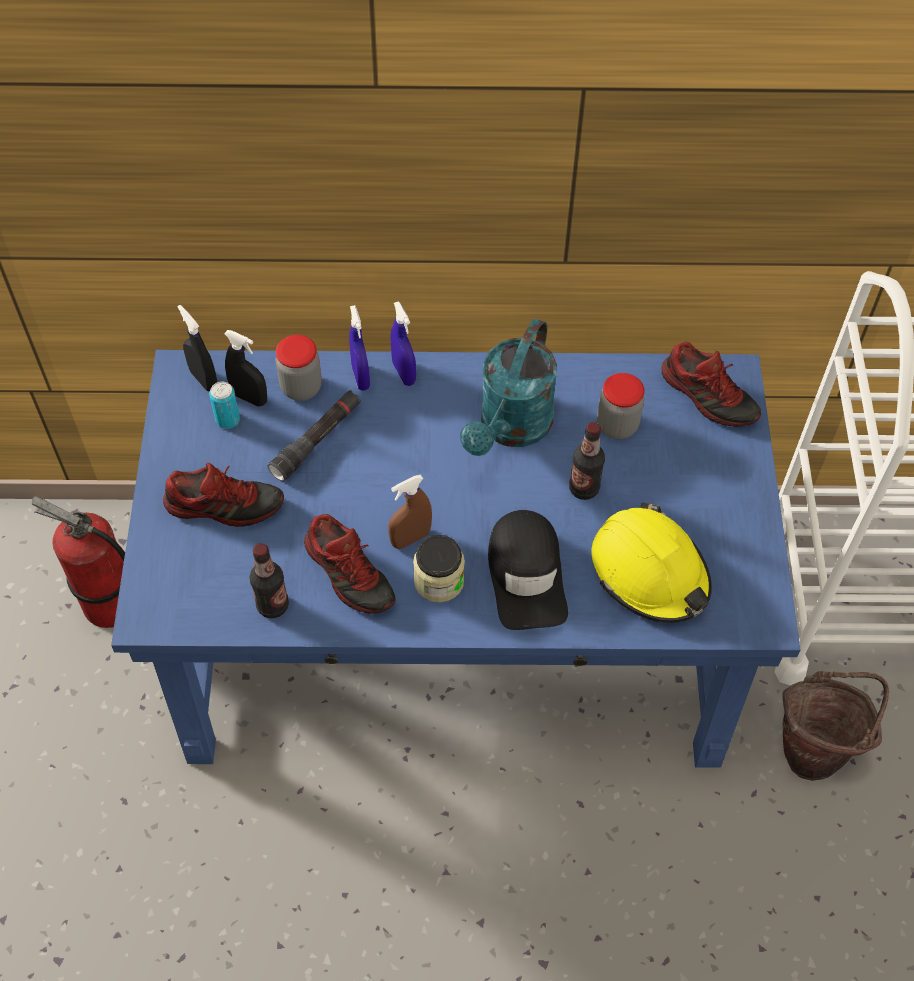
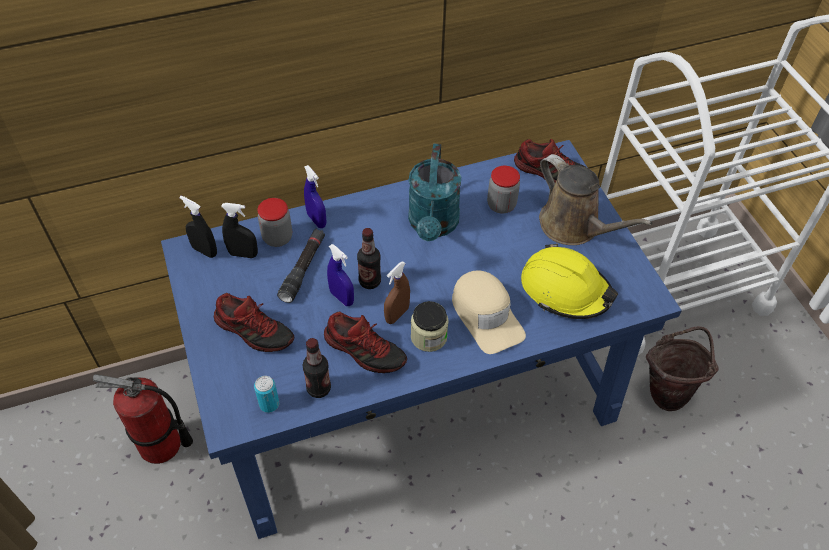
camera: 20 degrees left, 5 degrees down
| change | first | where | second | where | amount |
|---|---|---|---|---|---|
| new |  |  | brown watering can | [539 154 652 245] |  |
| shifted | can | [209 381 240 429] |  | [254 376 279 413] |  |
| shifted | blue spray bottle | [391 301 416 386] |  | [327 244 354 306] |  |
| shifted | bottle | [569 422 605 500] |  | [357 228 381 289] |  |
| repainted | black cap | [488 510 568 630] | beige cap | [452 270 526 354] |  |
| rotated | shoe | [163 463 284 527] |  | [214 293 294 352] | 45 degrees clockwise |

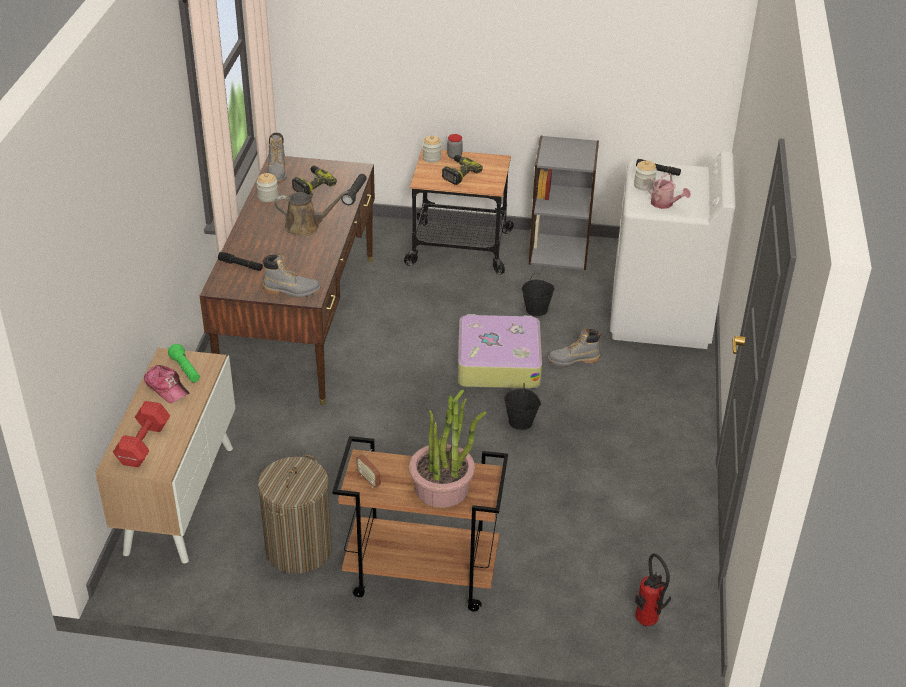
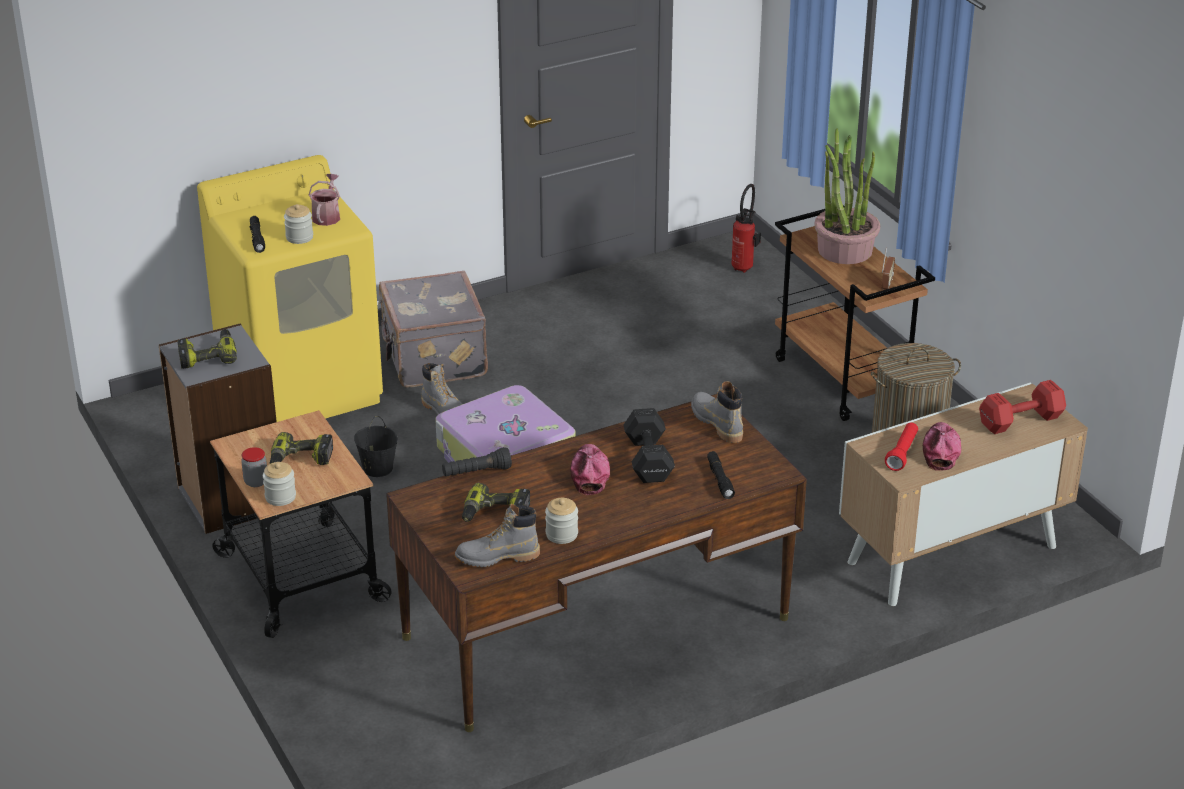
camera: 125 degrees left, 5 degrees down
| change | first | where | second | where | amount |
|---|---|---|---|---|---|
| gone | black bucket | [504 384 541 430] |  |  |  |
| new |  |  | power drill | [177 329 237 369] |  |
| new |  |  | grey suitcase | [378 271 488 387] |  |
| new |  |  | black dumbbell | [623 408 675 483] |  |
| swapped | brown watering can | [274 191 349 236] | cap | [570 444 610 495] |  |
| repainted | green flashlight | [168 344 200 382] | red flashlight | [885 423 918 471] |  |
| repainted | white washing machine | [610 151 736 349] | yellow washing machine | [197 155 383 422] |  |
| rotated | grey boot | [267 133 286 183] |  | [455 504 540 567] | 150 degrees counterclockwise |

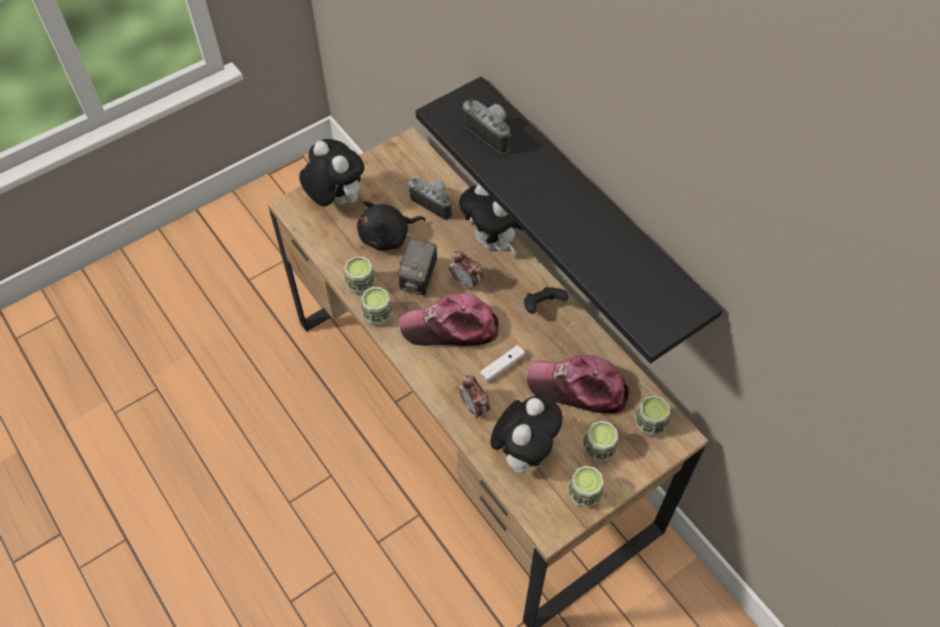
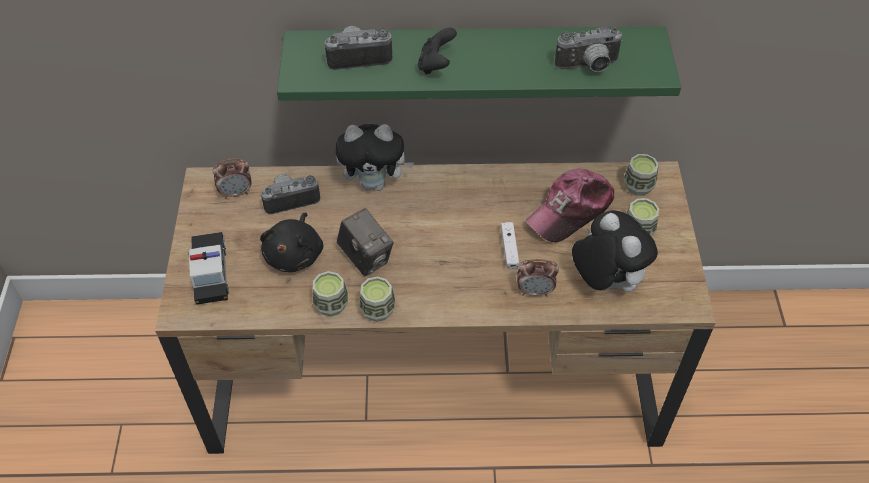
camera: 55 degrees left, 5 degrees down
| change | first | where | second | where | amount |
|---|---|---|---|---|---|
| gone | cap | [399 293 499 346] |  |  |  |
| gone | cup | [568 466 604 507] |  |  |  |
| new |  |  | photo camera | [555 27 623 72] |  |
| shifted | alarm clock | [449 251 483 291] |  | [213 158 251 199] |  |
| shifted | black game controller | [524 287 569 314] |  | [418 28 457 74] |  |
| swapped | plush toy | [299 139 364 206] | toy car | [188 232 229 305] |  |
| repainted | black shelf | [416 76 723 364] | green shelf | [277 26 681 101] |  |

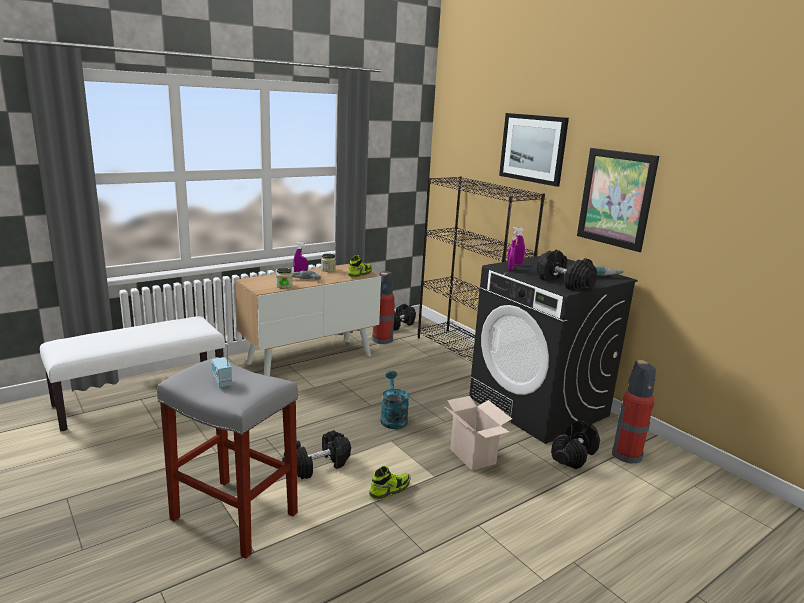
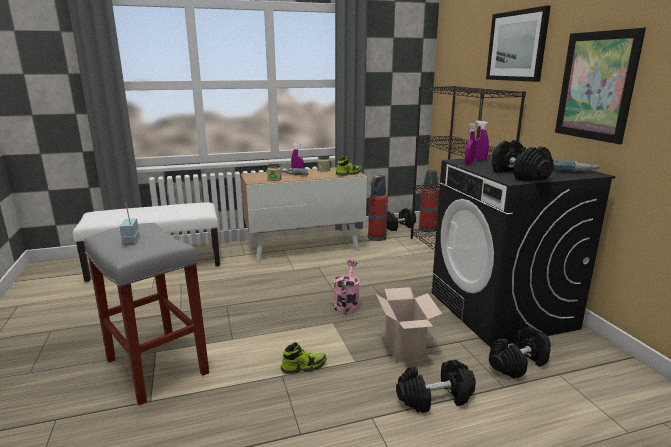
camera: 20 degrees right, 0 degrees up
| change | first | where | second | where | amount |
|---|---|---|---|---|---|
| shifted | black dumbbell | [282 430 351 479] |  | [396 360 476 413] |  |
| shifted | fire extinguisher | [612 360 656 464] |  | [419 168 440 232] |  |
| repainted | turquoise watering can | [380 371 409 429] | pink watering can | [333 259 360 313] |  |

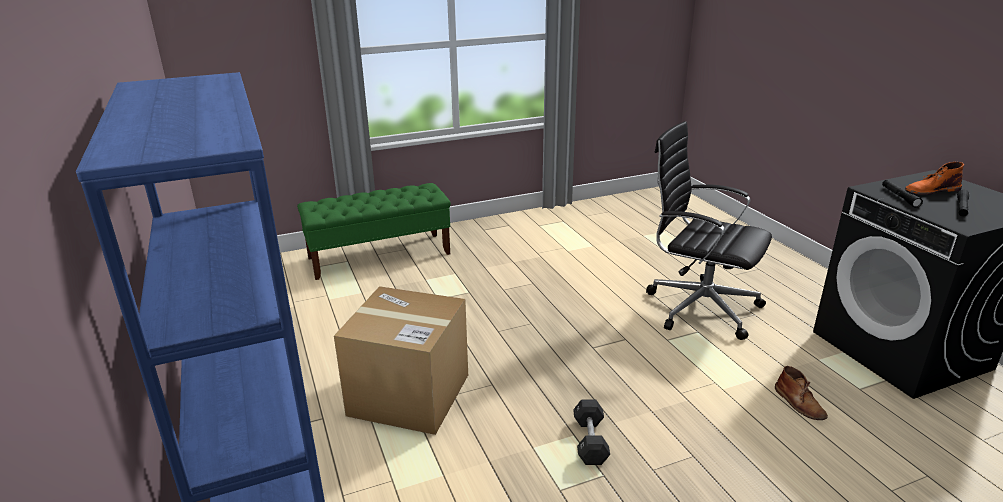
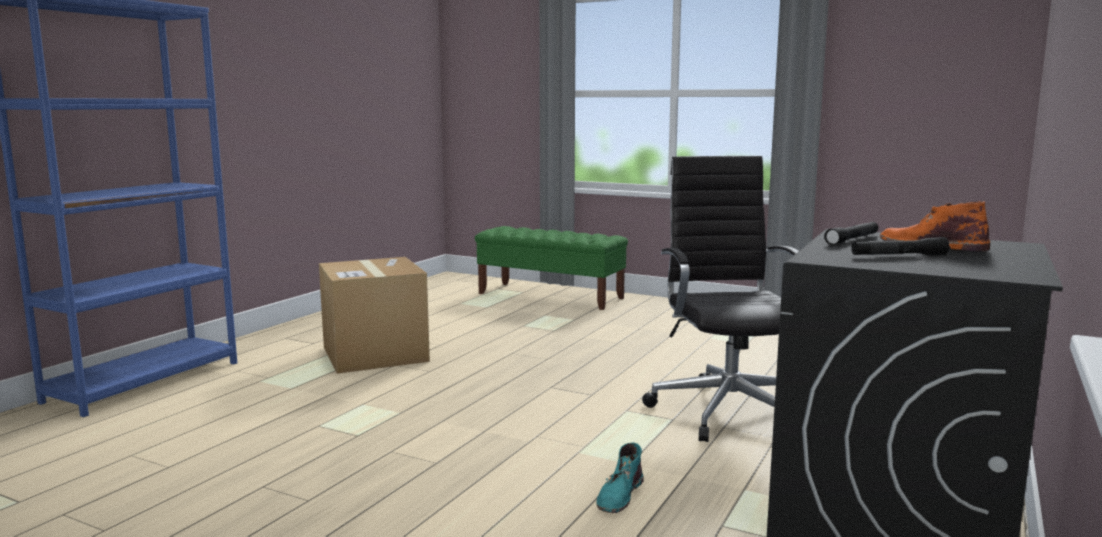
camera: 50 degrees right, 15 degrees down
| change | first | where | second | where | amount |
|---|---|---|---|---|---|
| gone | black dumbbell | [573 399 610 465] |  |  |  |
| repainted | brown boot | [775 366 828 420] | turquoise boot | [596 443 644 513] |  |

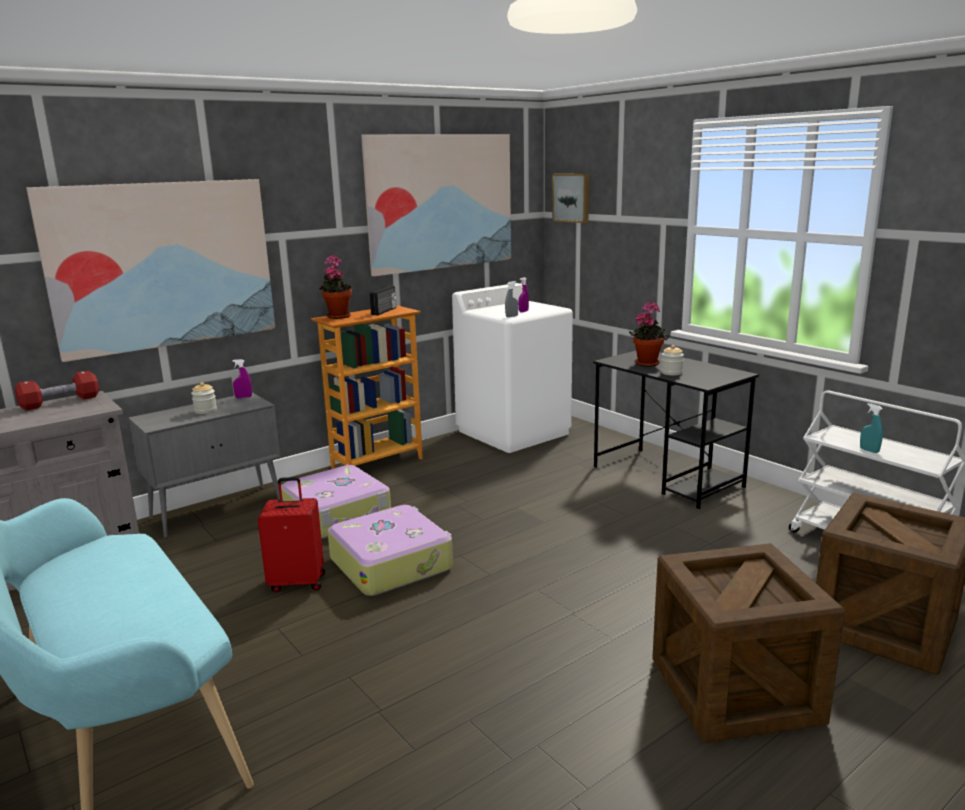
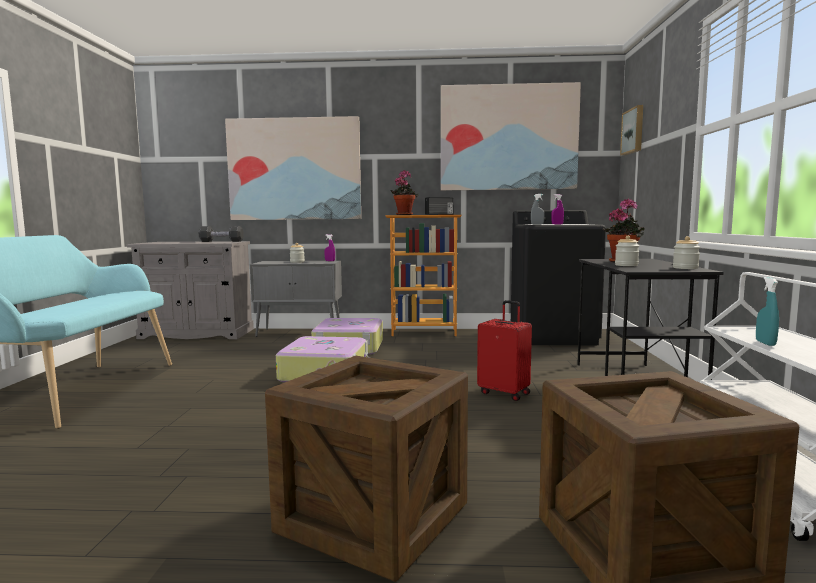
camera: 40 degrees right, 10 degrees down
| change | first | where | second | where | amount |
|---|---|---|---|---|---|
| new |  |  | jar | [673 236 700 269] |  |
| shifted | red suitcase | [258 477 325 592] |  | [477 300 532 401] |  |
| repainted | red dumbbell | [15 370 99 411] | black dumbbell | [199 226 244 242] |  |
| repainted | white washing machine | [452 283 573 453] | black washing machine | [511 210 606 345] |  |

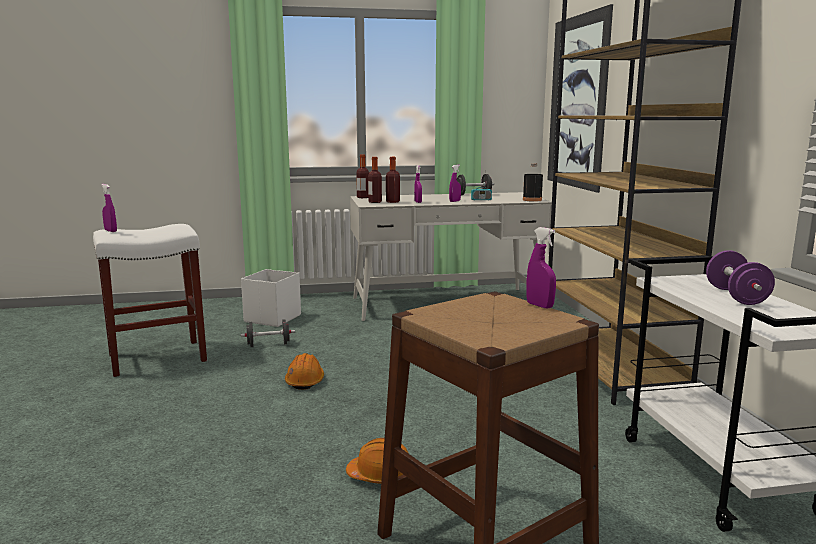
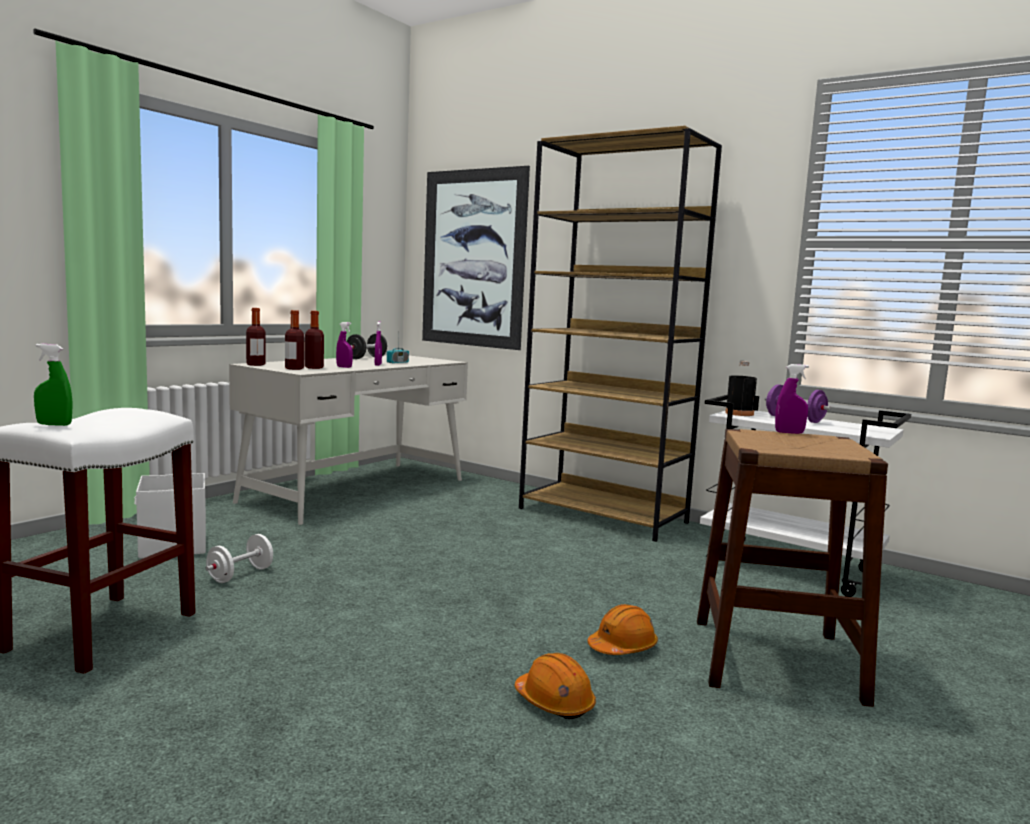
camera: 45 degrees left, 5 degrees down
| change | first | where | second | where | amount |
|---|---|---|---|---|---|
| shifted | orange hard hat | [285 353 324 390] |  | [515 653 596 719] |  |
| shifted | black bottle | [523 163 543 202] |  | [725 361 757 416] |  |
| repainted | purple spray bottle | [101 184 117 232] | green spray bottle | [34 344 73 426] |  |
| repainted | black dumbbell | [241 319 295 347] | white dumbbell | [206 534 273 583] |  |

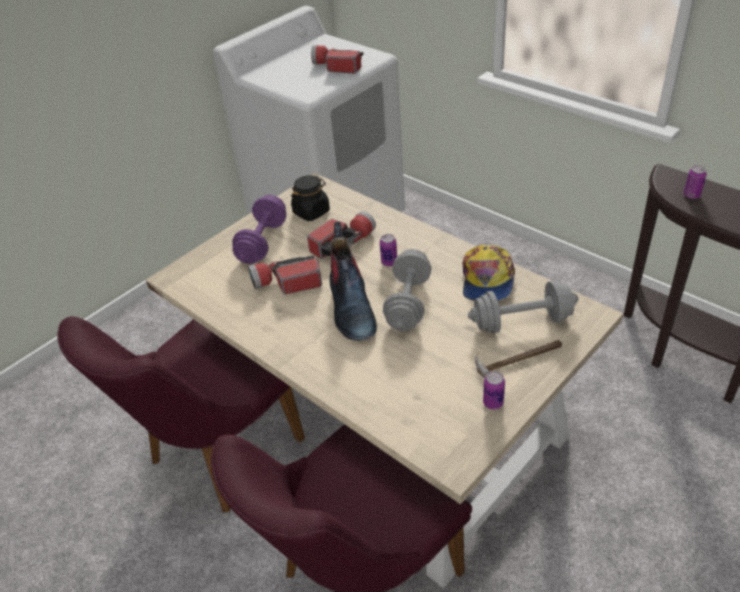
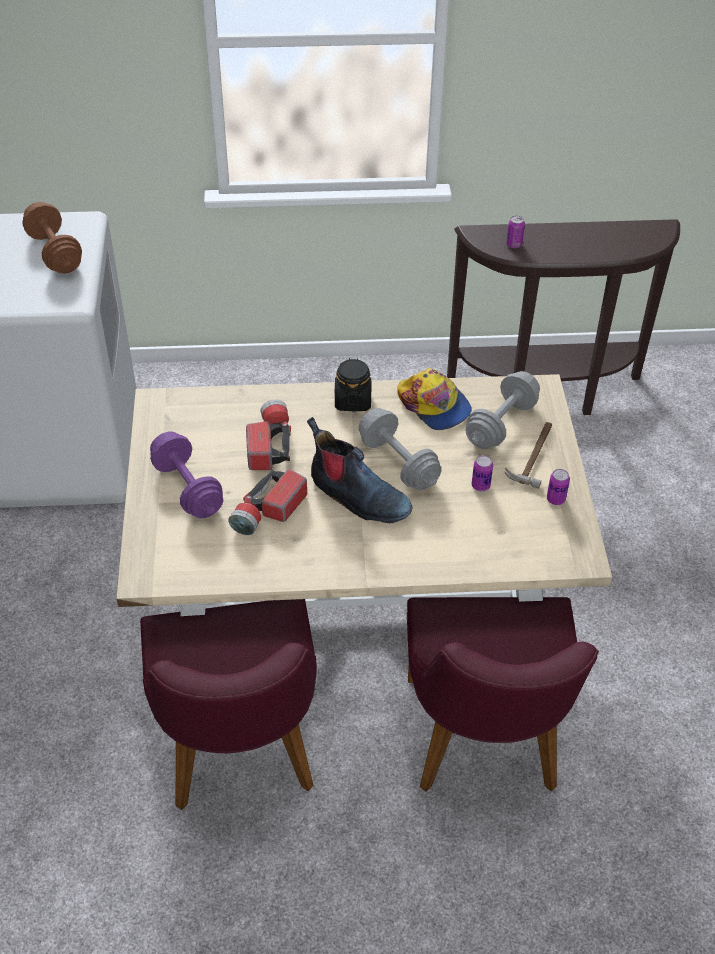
camera: 50 degrees left, 5 degrees up
| change | first | where | second | where | amount |
|---|---|---|---|---|---|
| shifted | black jar | [291 175 330 221] |  | [335 358 371 411] |  |
| shifted | can | [380 234 397 267] |  | [472 455 493 491] |  |
| swapped | flashlight | [311 45 364 74] | brown dumbbell | [22 202 82 274] |  |

